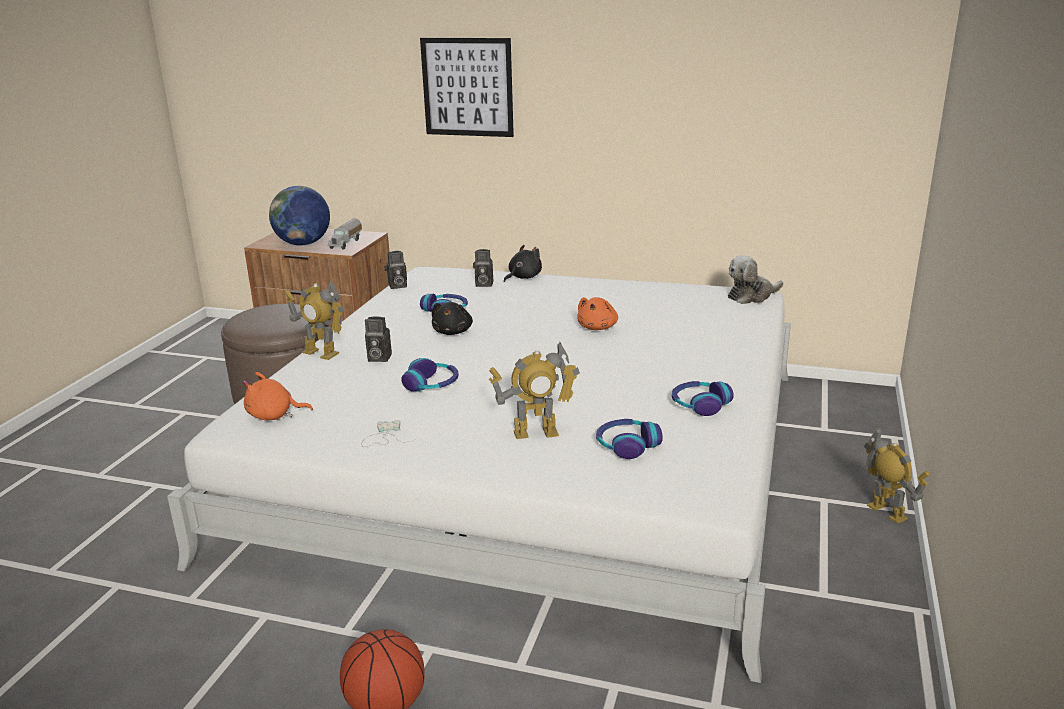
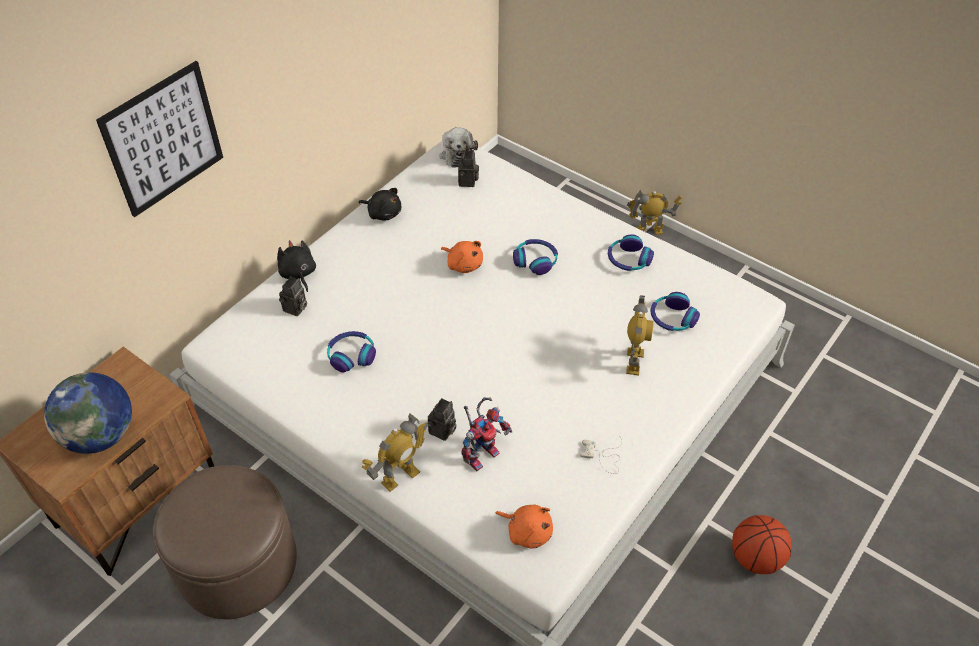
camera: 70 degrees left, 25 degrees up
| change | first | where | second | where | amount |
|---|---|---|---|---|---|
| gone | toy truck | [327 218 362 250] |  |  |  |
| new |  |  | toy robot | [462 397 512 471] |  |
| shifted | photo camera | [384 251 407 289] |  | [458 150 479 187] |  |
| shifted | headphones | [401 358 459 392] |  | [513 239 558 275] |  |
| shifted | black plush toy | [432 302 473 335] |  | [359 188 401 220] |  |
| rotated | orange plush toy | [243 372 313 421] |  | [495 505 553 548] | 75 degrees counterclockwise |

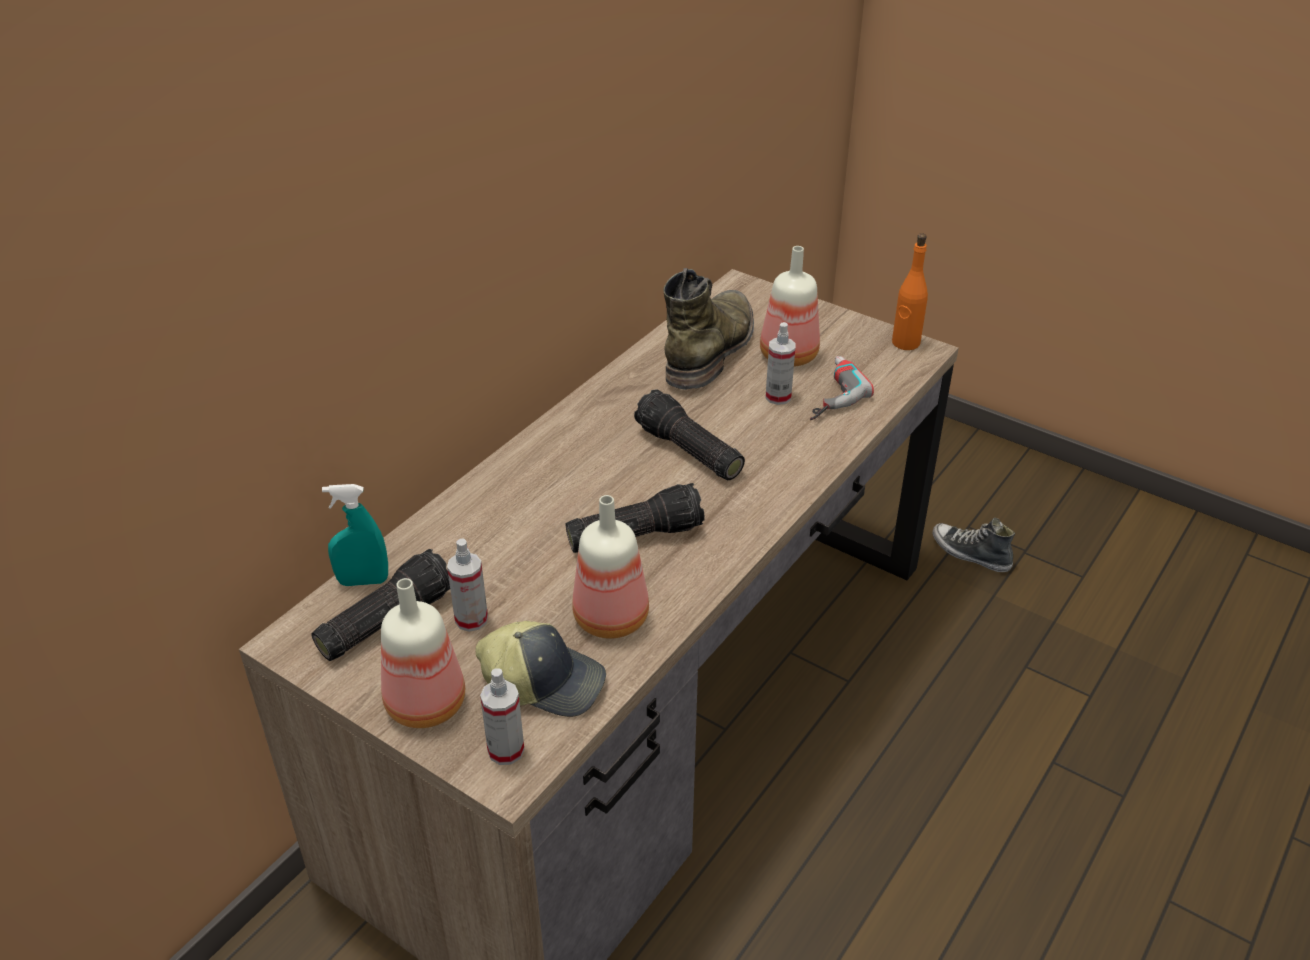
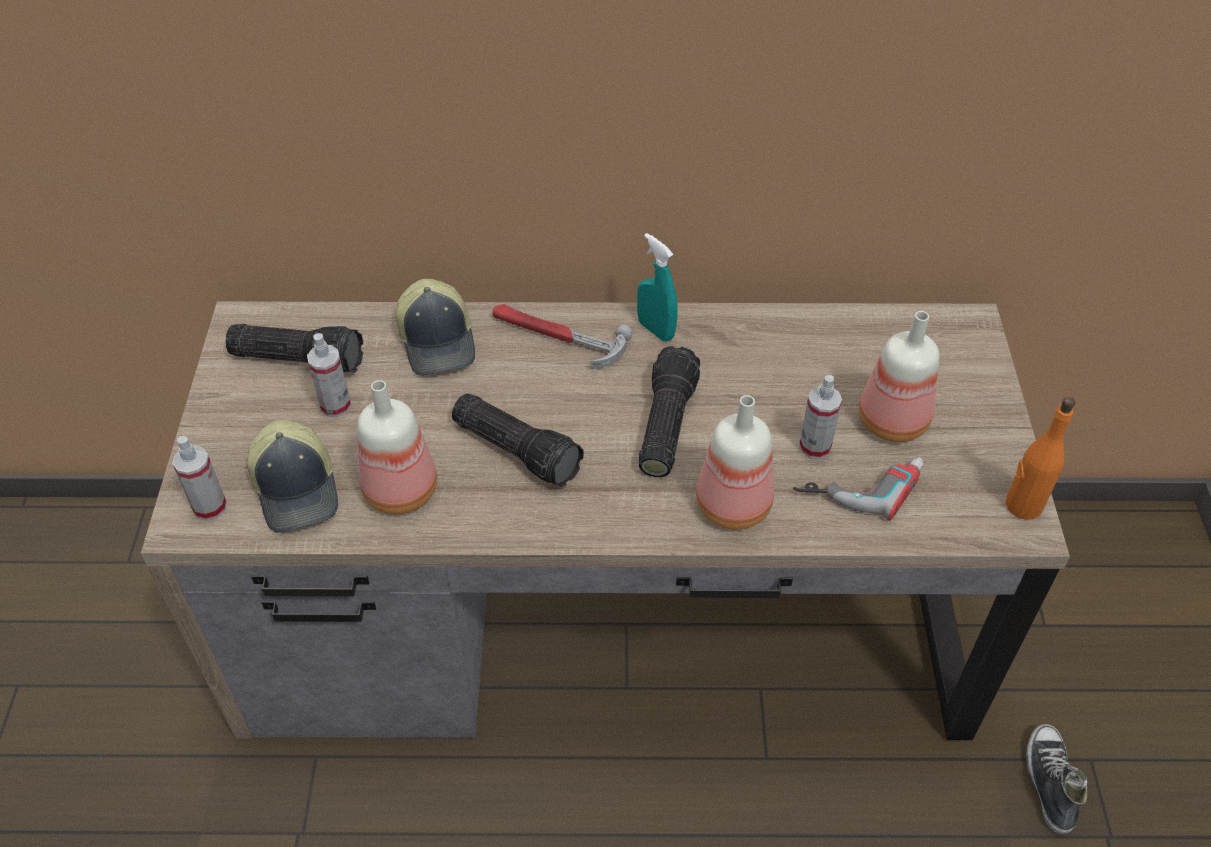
camera: 55 degrees right, 10 degrees up
| change | first | where | second | where | amount |
|---|---|---|---|---|---|
| gone | green boot | [663 268 754 390] |  |  |  |
| new |  |  | cap | [396 279 475 376] |  |
| new |  |  | hammer | [492 304 633 369] |  |
| shifted | turquoise spray bottle | [322 484 388 586] |  | [637 233 678 342] |  |
| shifted | bottle | [381 578 465 728] |  | [696 395 774 529] |  |

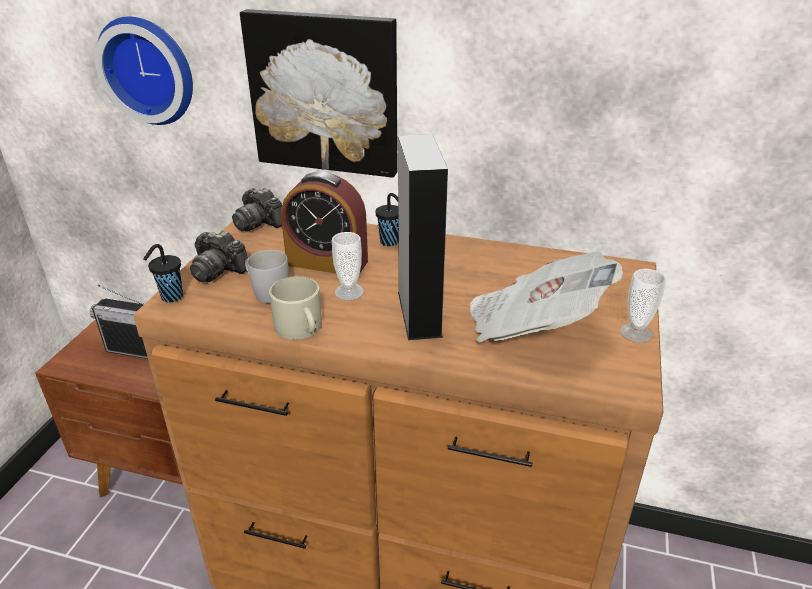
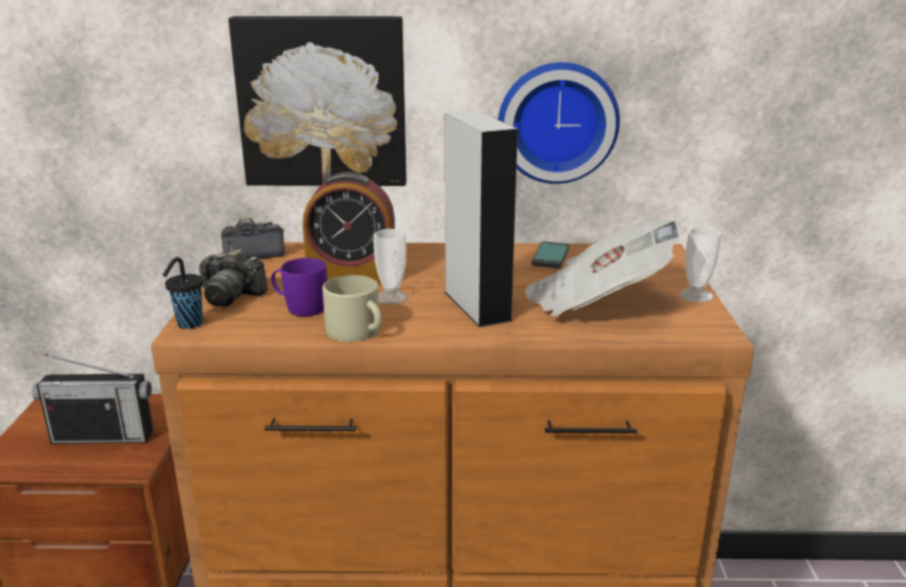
camera: 15 degrees left, 10 degrees down
| change | first | where | second | where | amount |
|---|---|---|---|---|---|
| gone | black cup | [375 193 399 246] |  |  |  |
| new |  |  | phone | [531 242 569 268] |  |
| shifted | wall clock | [95 17 193 125] |  | [498 62 620 184] |  |
| repainted | white mug | [245 250 289 303] | purple mug | [271 258 327 316] |  |
| rotated | photo camera | [232 188 282 232] |  | [221 218 285 259] | 135 degrees clockwise |

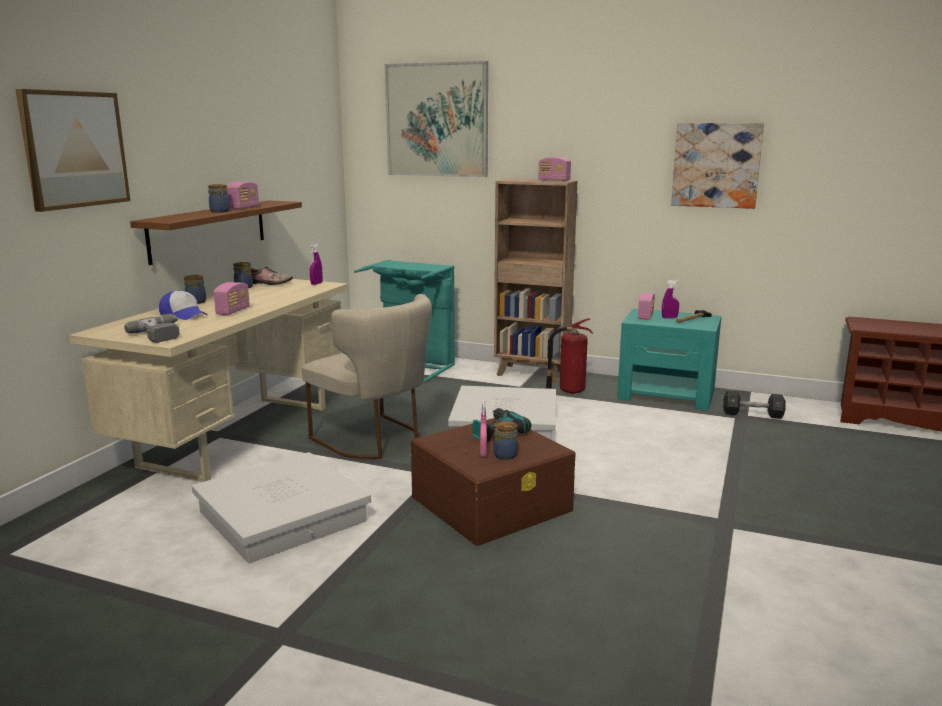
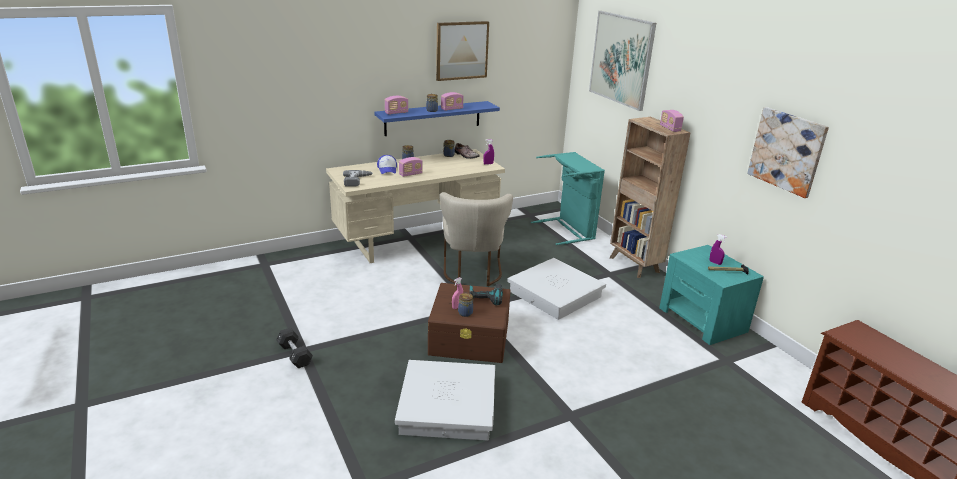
camera: 40 degrees right, 10 degrees up
| change | first | where | second | where | amount |
|---|---|---|---|---|---|
| gone | fire extinguisher | [546 318 593 394] |  |  |  |
| shifted | picture | [15 89 130 212] |  | [436 21 489 81] |  |
| shifted | white storage box | [192 452 371 563] |  | [395 360 495 441] |  |
| shifted | radio | [638 293 655 320] |  | [385 96 408 115] |  |
| shifted | black dumbbell | [723 390 786 419] |  | [276 328 313 368] |  |
| repainted | brown shelf | [130 200 302 265] | blue shelf | [374 101 500 136] |  |

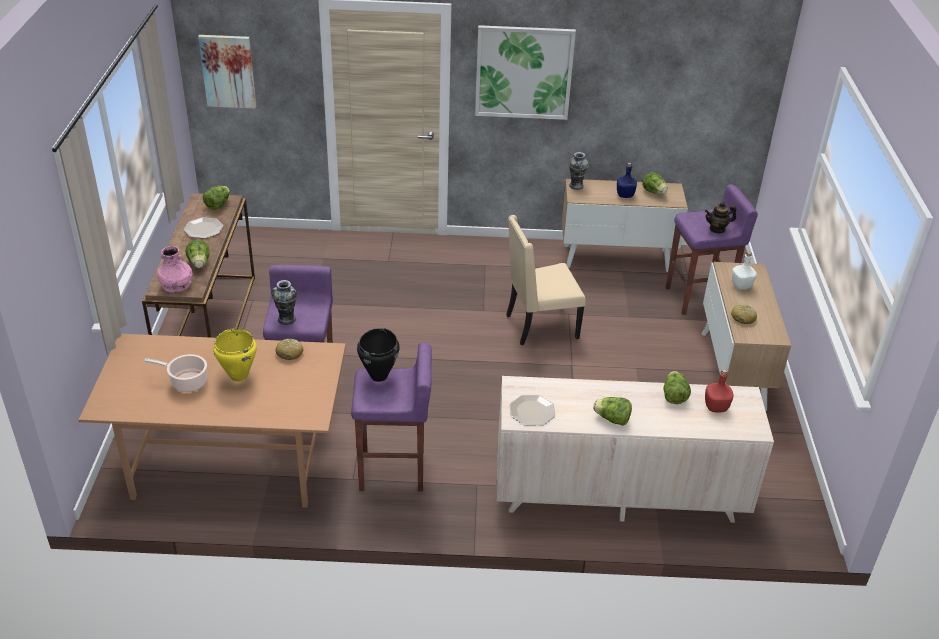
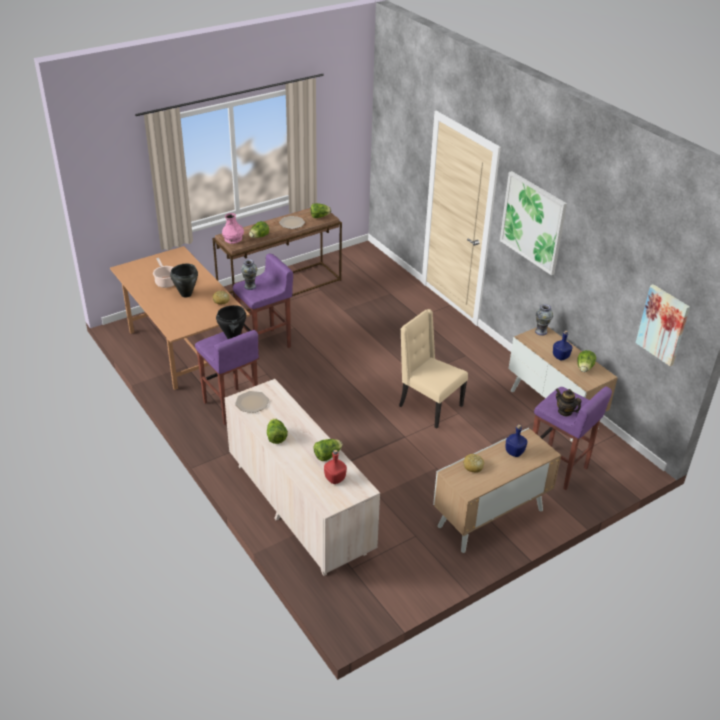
camera: 55 degrees right, 0 degrees up
| change | first | where | second | where | amount |
|---|---|---|---|---|---|
| shifted | picture | [198 35 256 109] |  | [636 284 690 366] |  |
| repainted | yellow cooking pot | [213 329 257 382] | black cooking pot | [170 264 198 297] |  |
| repainted | white bottle | [732 252 757 290] | blue bottle | [506 424 527 457] |  |

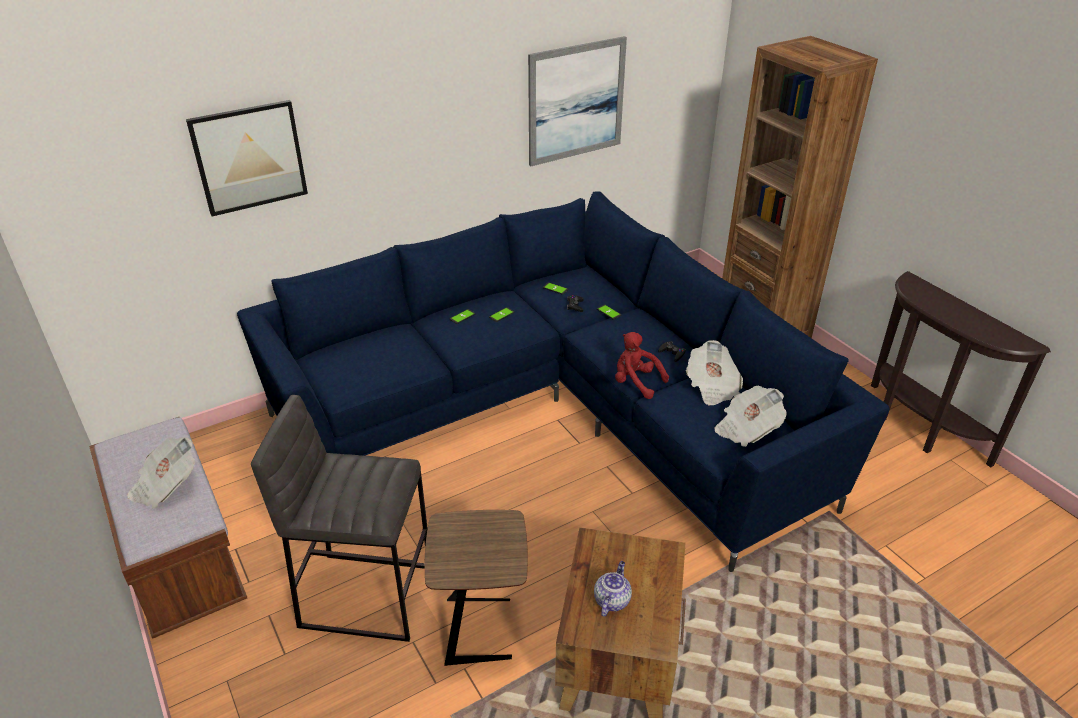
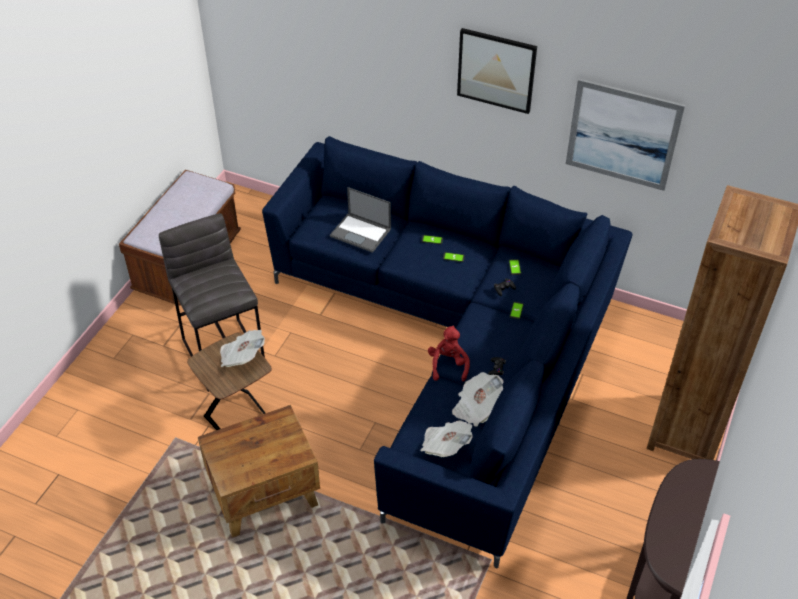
camera: 55 degrees right, 10 degrees up
| change | first | where | second | where | amount |
|---|---|---|---|---|---|
| gone | teapot | [594 561 632 616] |  |  |  |
| new |  |  | laptop | [330 187 391 253] |  |
| shifted | newspaper | [127 437 195 508] |  | [220 330 265 367] |  |
| shifted | picture | [186 100 308 217] |  | [457 28 537 114] |  |

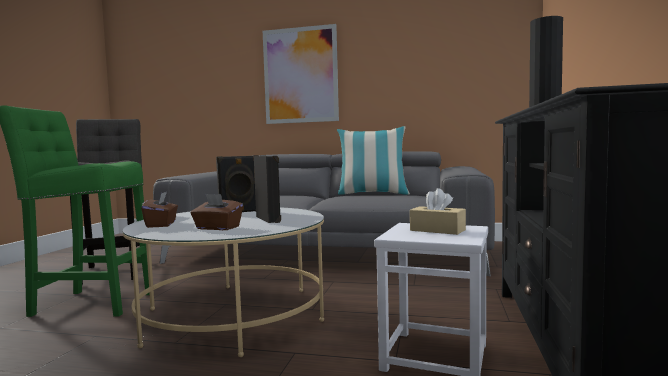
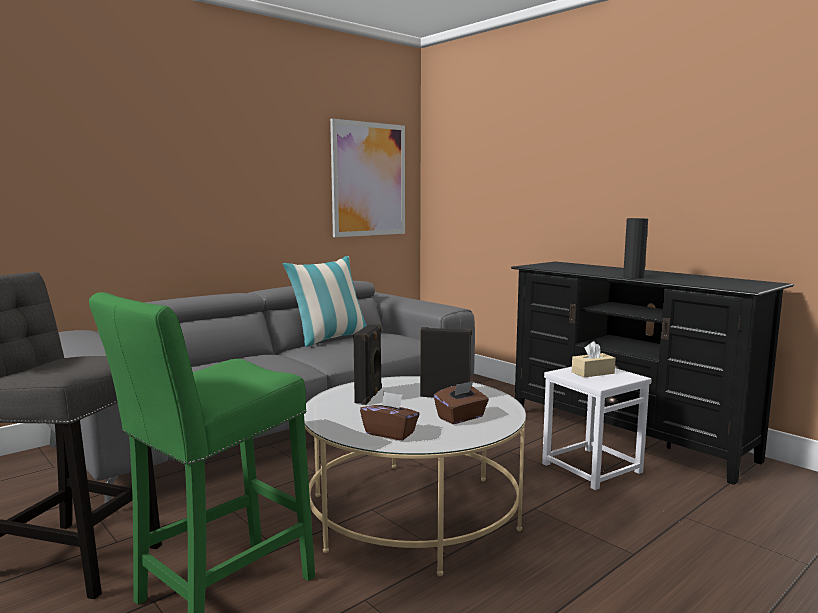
camera: 55 degrees left, 5 degrees up
| change | first | where | second | where | amount |
|---|---|---|---|---|---|
| shifted | picture | [263 24 339 124] |  | [330 119 405 237] |  |

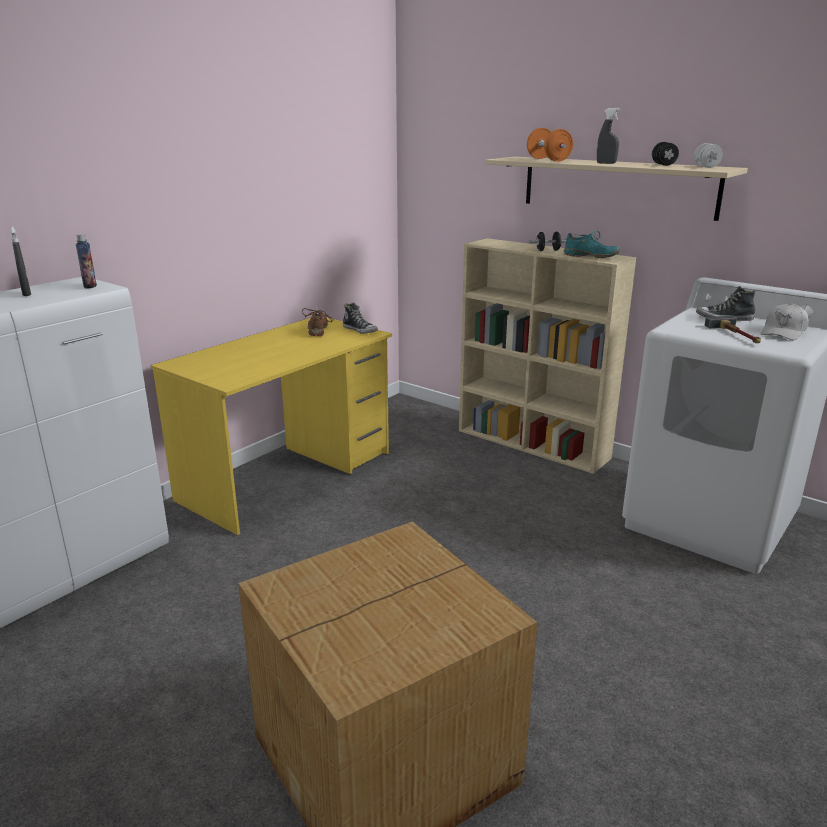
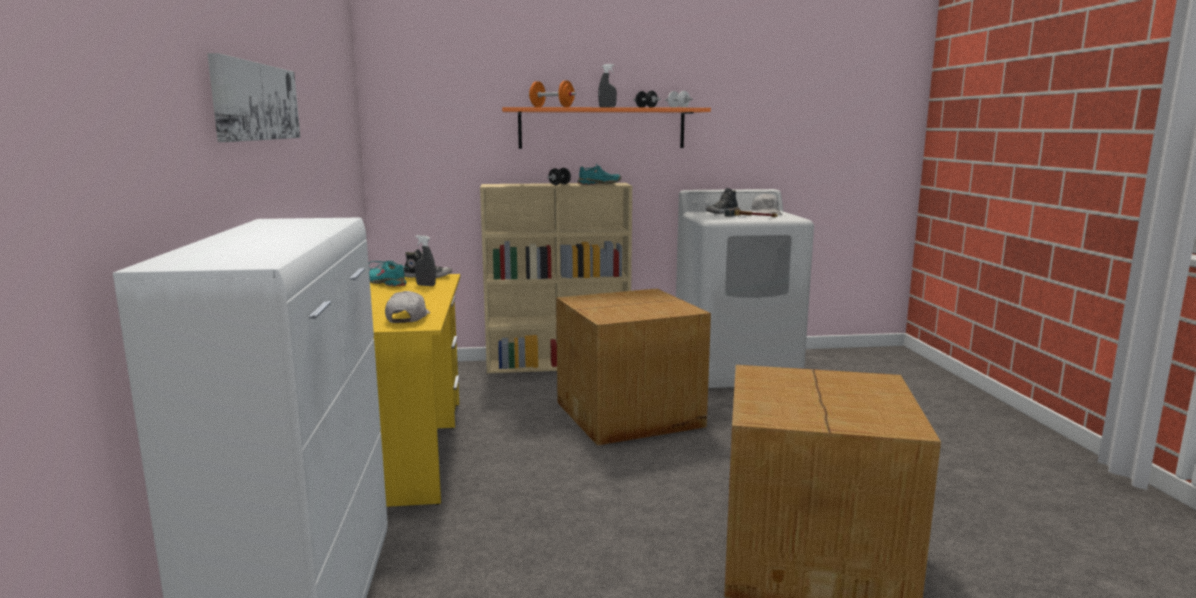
camera: 45 degrees left, 10 degrees down
| change | first | where | second | where | amount |
|---|---|---|---|---|---|
| gone | bottle | [76 234 97 289] |  |  |  |
| new |  |  | picture | [207 53 300 142] |  |
| new |  |  | white cap | [385 291 430 323] |  |
| new |  |  | cardboard box | [556 289 711 446] |  |
| shifted | grey spray bottle | [10 227 31 296] |  | [415 235 436 286] |  |
| repainted | brown shoe | [302 308 332 336] | turquoise shoe | [369 261 407 286] |  |
| repainted | beige shelf | [485 157 748 221] | orange shelf | [502 107 711 149] |  |

